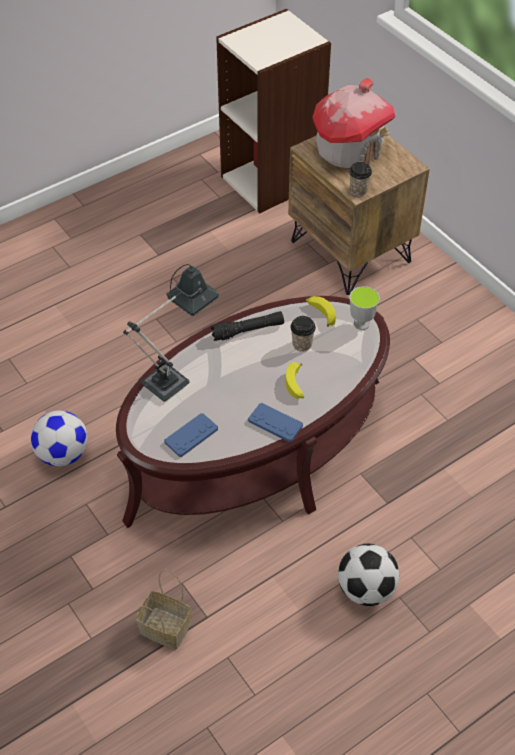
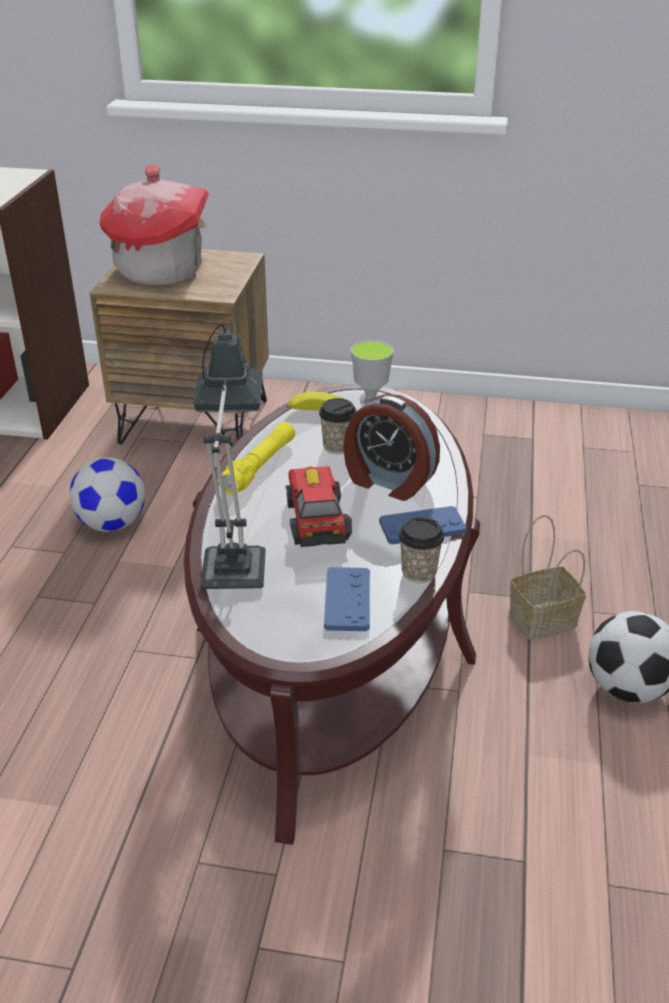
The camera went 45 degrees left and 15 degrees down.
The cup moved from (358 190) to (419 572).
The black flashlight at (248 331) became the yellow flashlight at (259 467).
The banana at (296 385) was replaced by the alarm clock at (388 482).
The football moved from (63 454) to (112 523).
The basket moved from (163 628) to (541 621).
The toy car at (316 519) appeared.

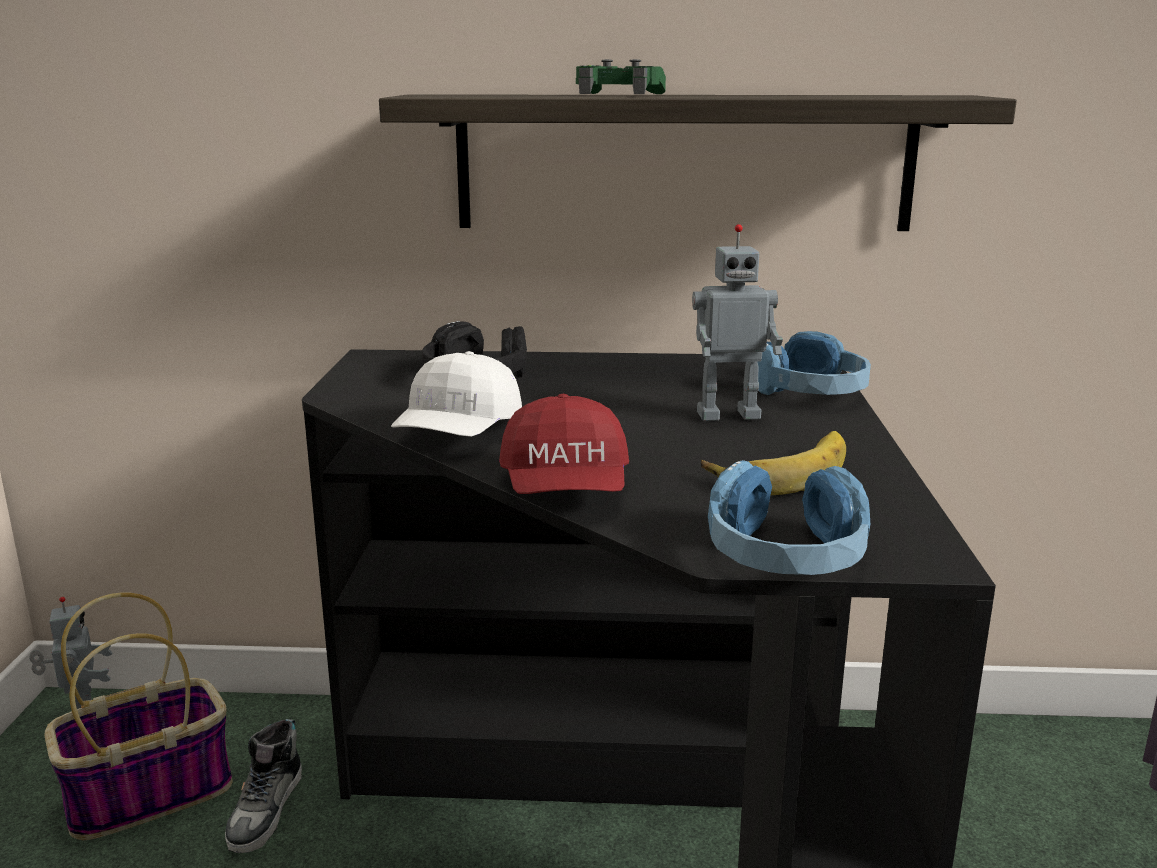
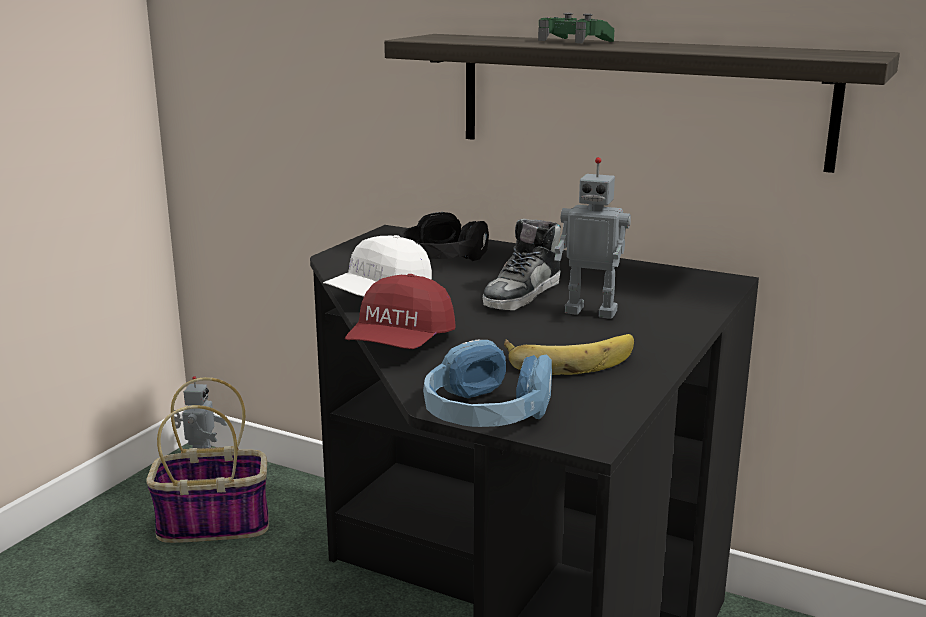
The camera went 25 degrees right and 0 degrees up.
The blue headphones at (809 392) disappeared.
The shoe moved from (266 810) to (523 294).

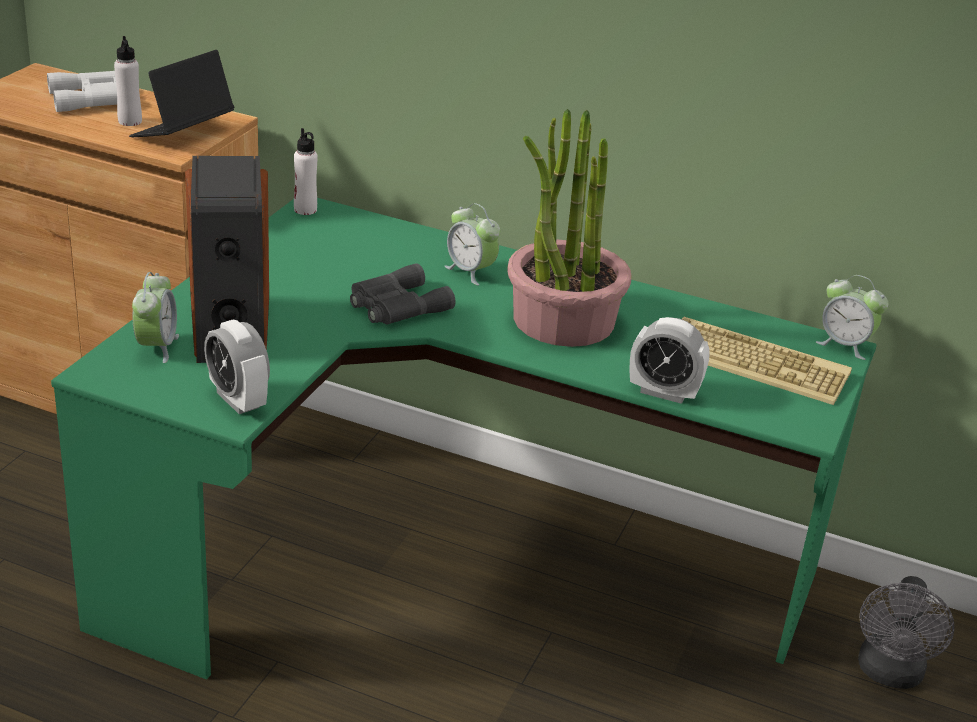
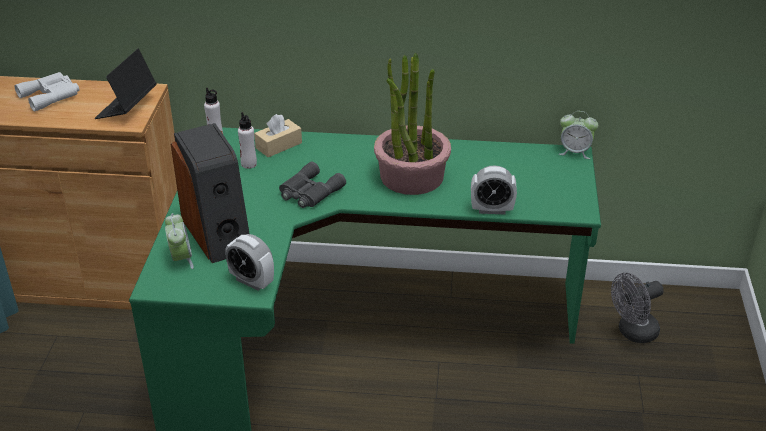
The camera went 15 degrees left and 5 degrees up.
The white bottle moved from (130 121) to (249 164).
The alarm clock at (470 272) disappeared.
The keyboard at (757 362) disappeared.
The grey fan at (889 674) turned 60 degrees clockwise.
The beige tissue box at (278 145) appeared.

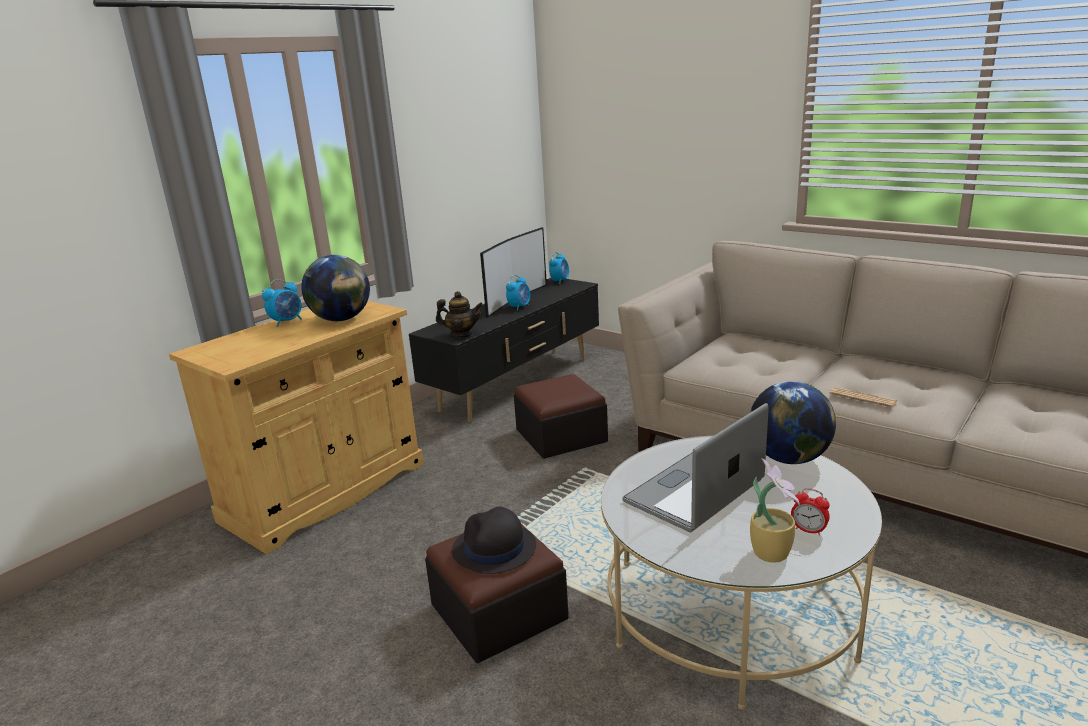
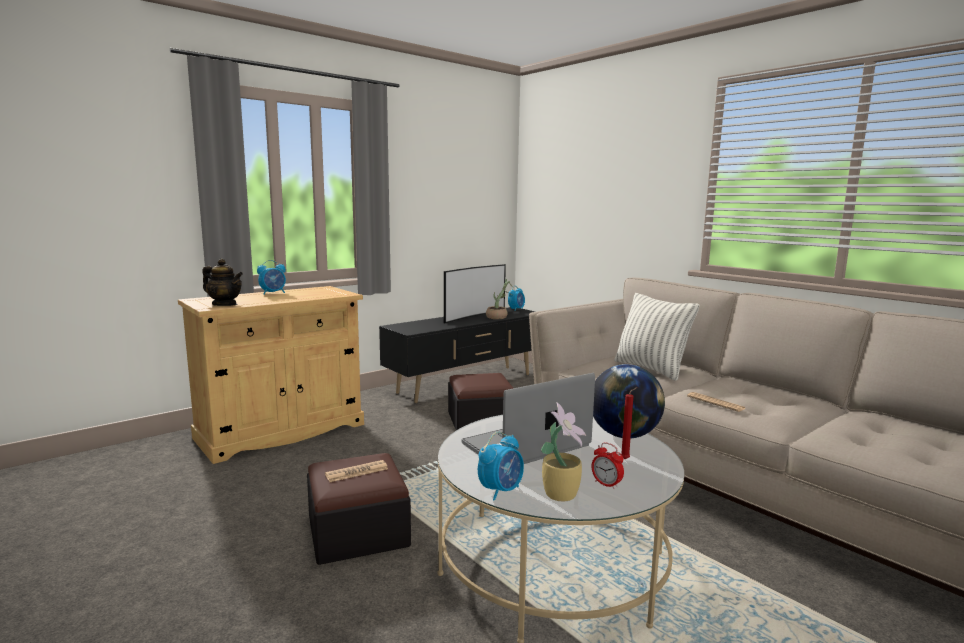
The camera went 10 degrees right and 10 degrees down.
The globe at (341 319) disappeared.
The alarm clock moved from (519 307) to (501 490).
The teapot moved from (461 335) to (224 305).
The black hat at (494 549) was replaced by the newspaper at (357 472).
The potted plant at (499 317) appeared.
The pillow at (651 369) appeared.
The red candle at (626 459) appeared.

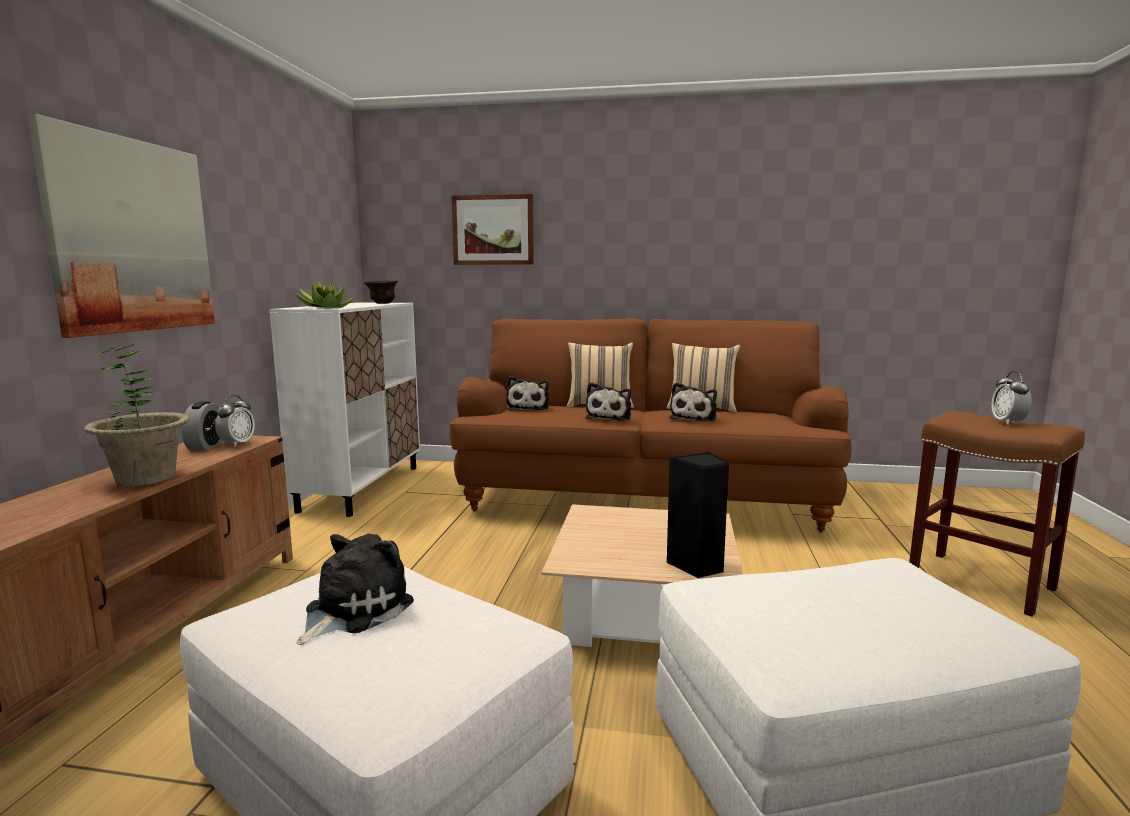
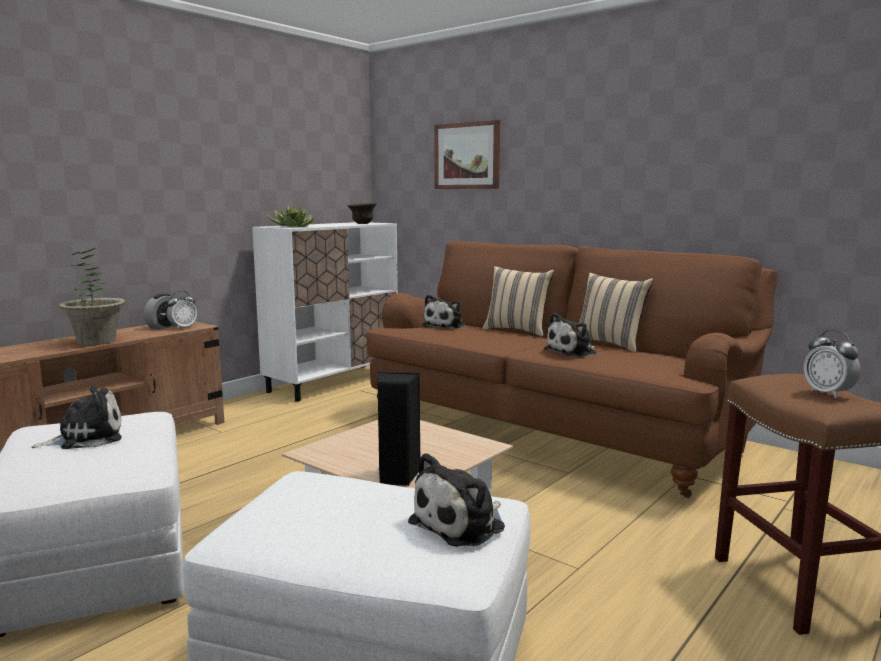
The camera went 30 degrees right and 0 degrees up.
The picture at (131 236) disappeared.
The alarm clock at (1008 422) turned 60 degrees counterclockwise.
The plush toy moved from (610 417) to (462 524).

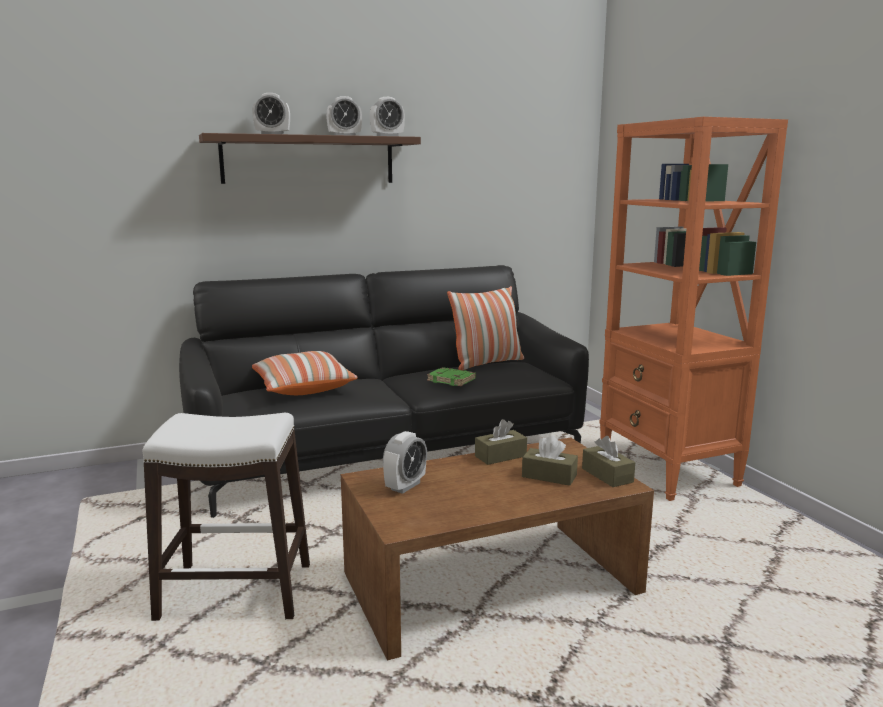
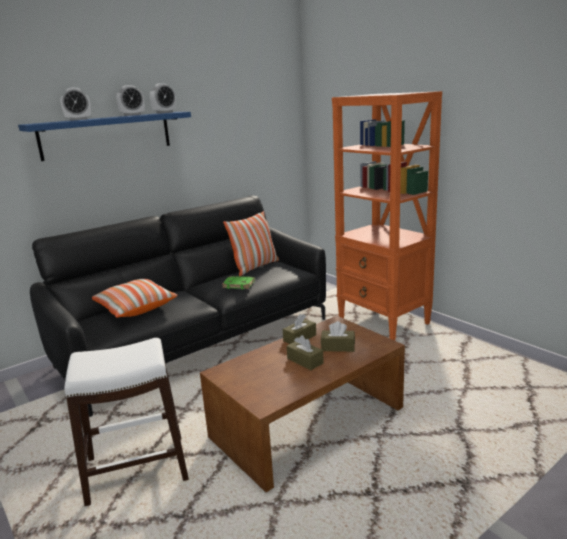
The camera went 15 degrees left and 5 degrees up.
The brown shelf at (309 160) became the blue shelf at (106 135).
The alarm clock at (405 486) disappeared.
The brown tissue box moved from (607 475) to (305 361).

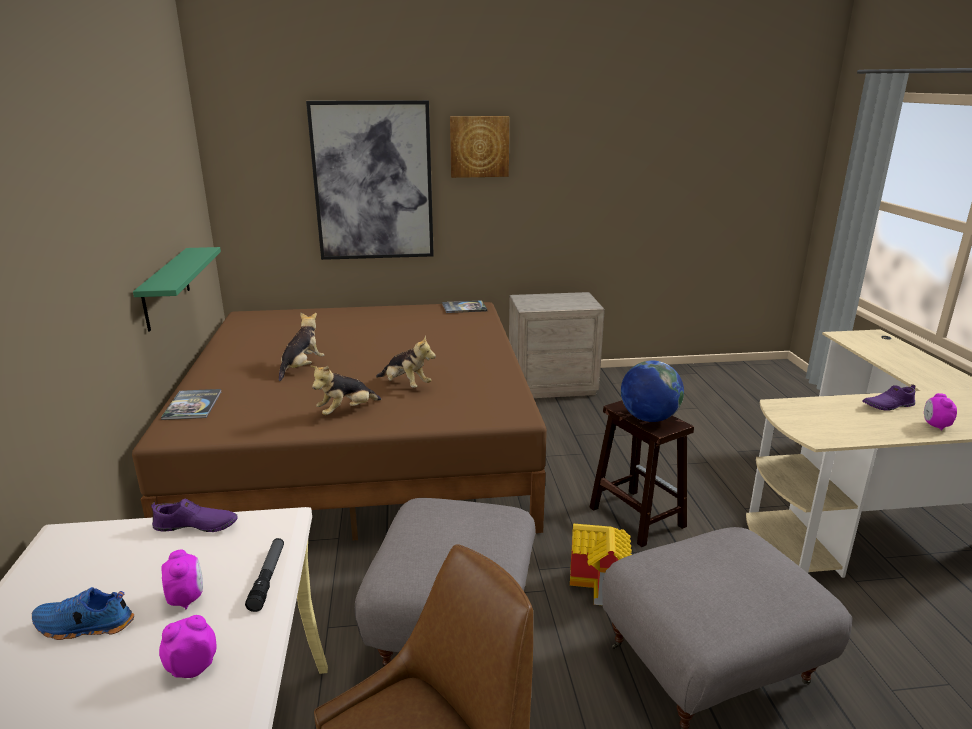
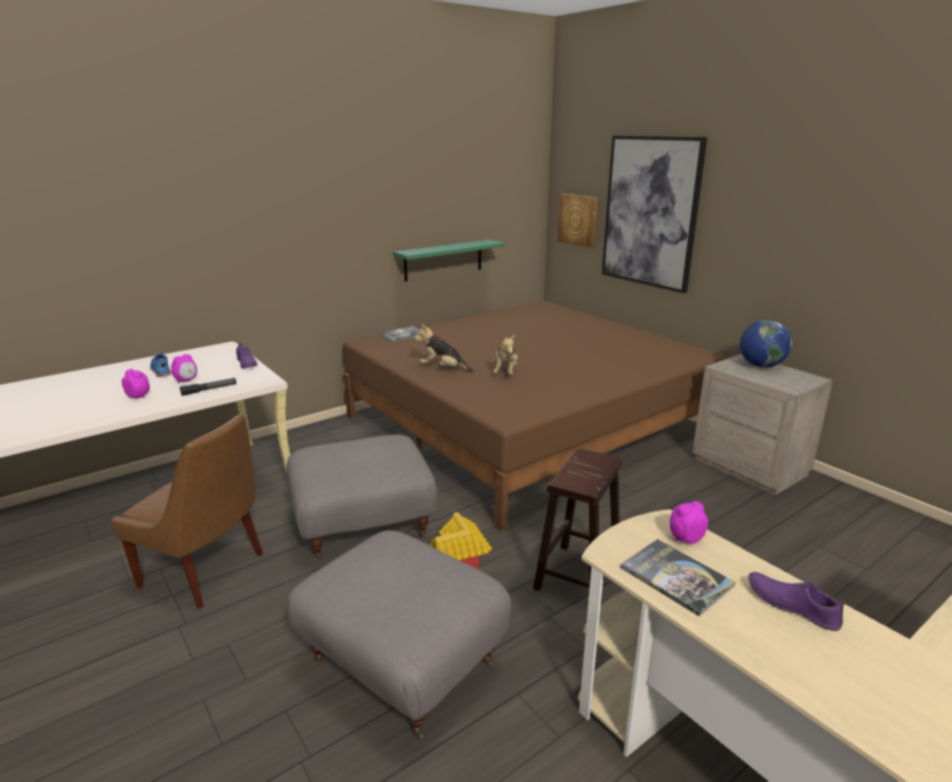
The camera went 60 degrees right and 0 degrees up.
The picture moved from (479 146) to (578 220).
The book moved from (464 307) to (676 577).
The plush toy at (302 368) disappeared.
The globe moved from (648 418) to (761 365).
The alarm clock moved from (935 425) to (685 538).

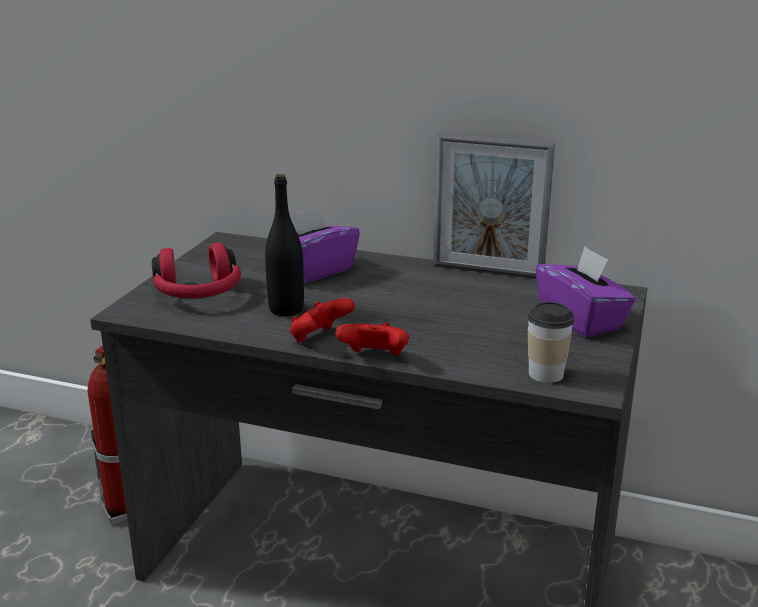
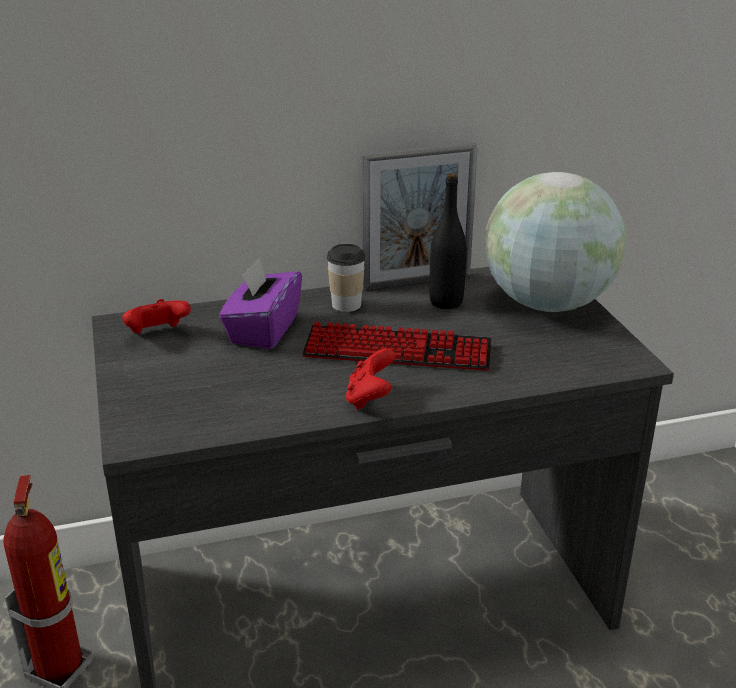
The camera went 35 degrees left and 5 degrees up.
The black bottle moved from (286 309) to (446 302).
The red headphones at (198 294) disappeared.
The purple tissue box at (581 319) was replaced by the globe at (547 304).
The cup moved from (546 374) to (346 305).
The red game controller moved from (374 358) to (157 334).
The keyboard at (397 351) appeared.

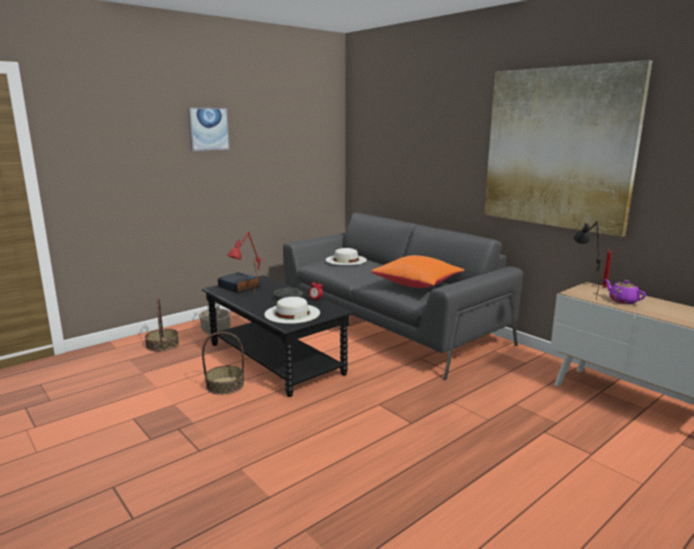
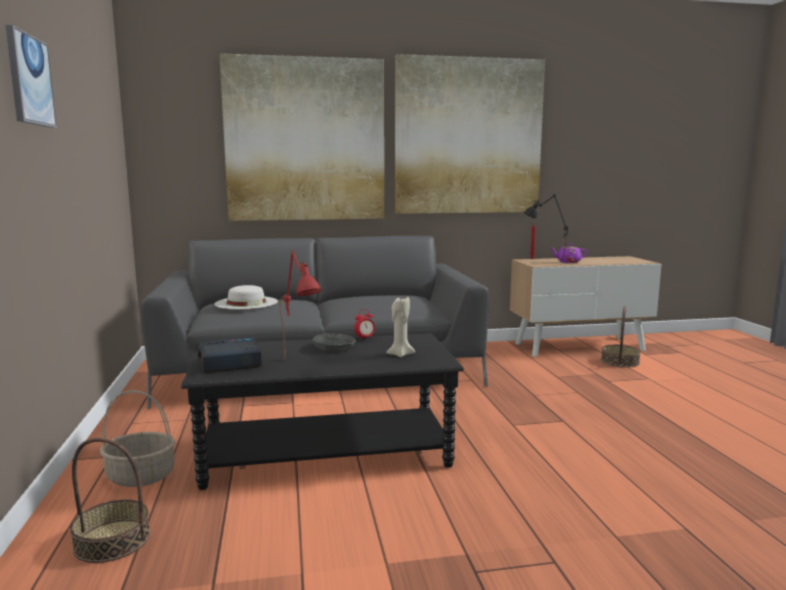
The camera went 60 degrees left and 5 degrees down.
The orange pillow at (418 284) disappeared.
The white hat at (292 313) was replaced by the beige candle at (400 354).
The basket moved from (225 385) to (620 361).
The picture at (305 140) appeared.

